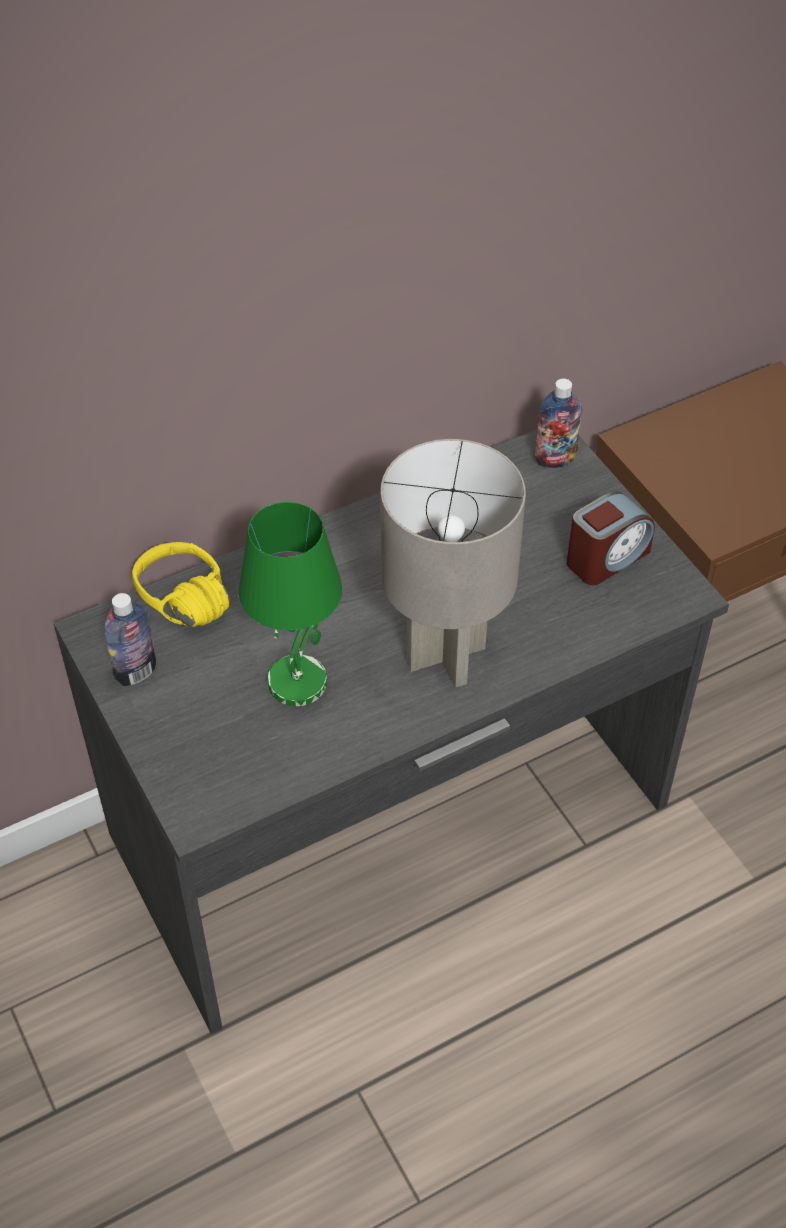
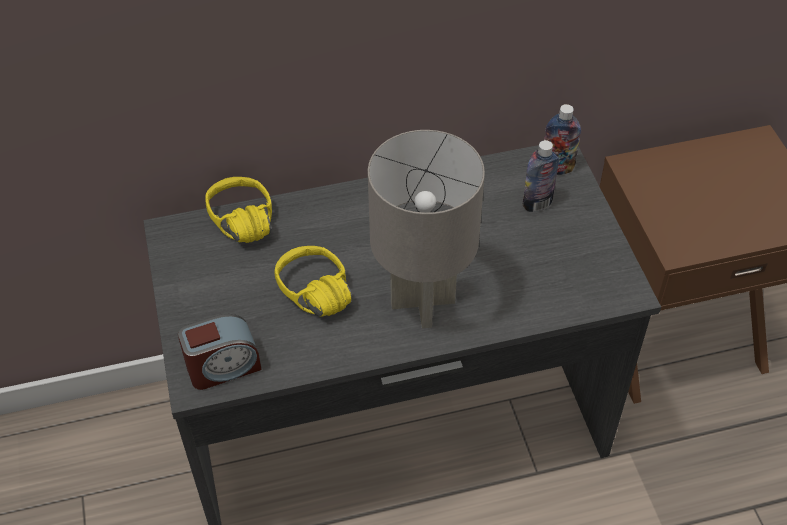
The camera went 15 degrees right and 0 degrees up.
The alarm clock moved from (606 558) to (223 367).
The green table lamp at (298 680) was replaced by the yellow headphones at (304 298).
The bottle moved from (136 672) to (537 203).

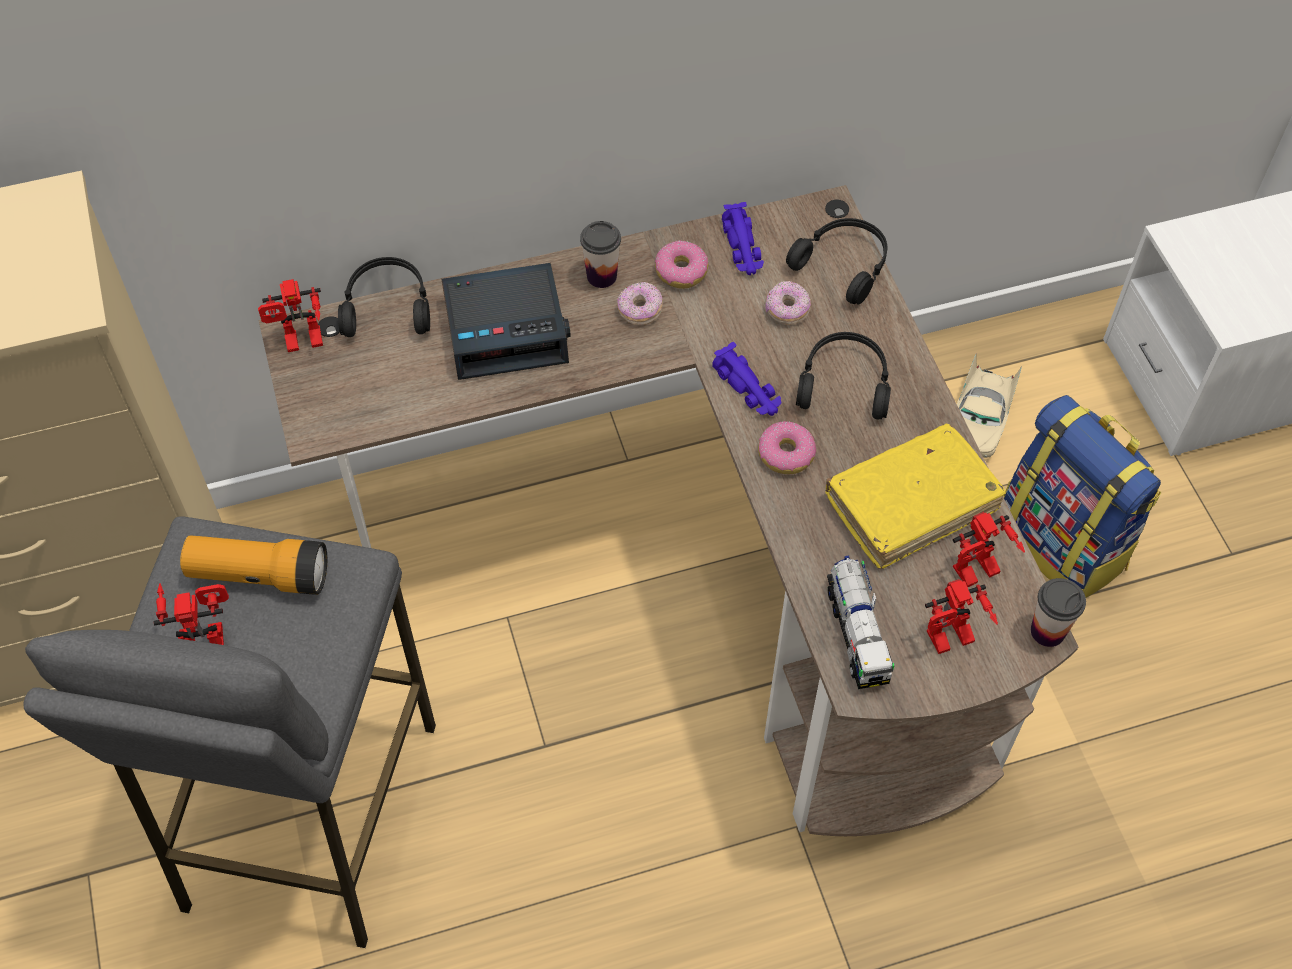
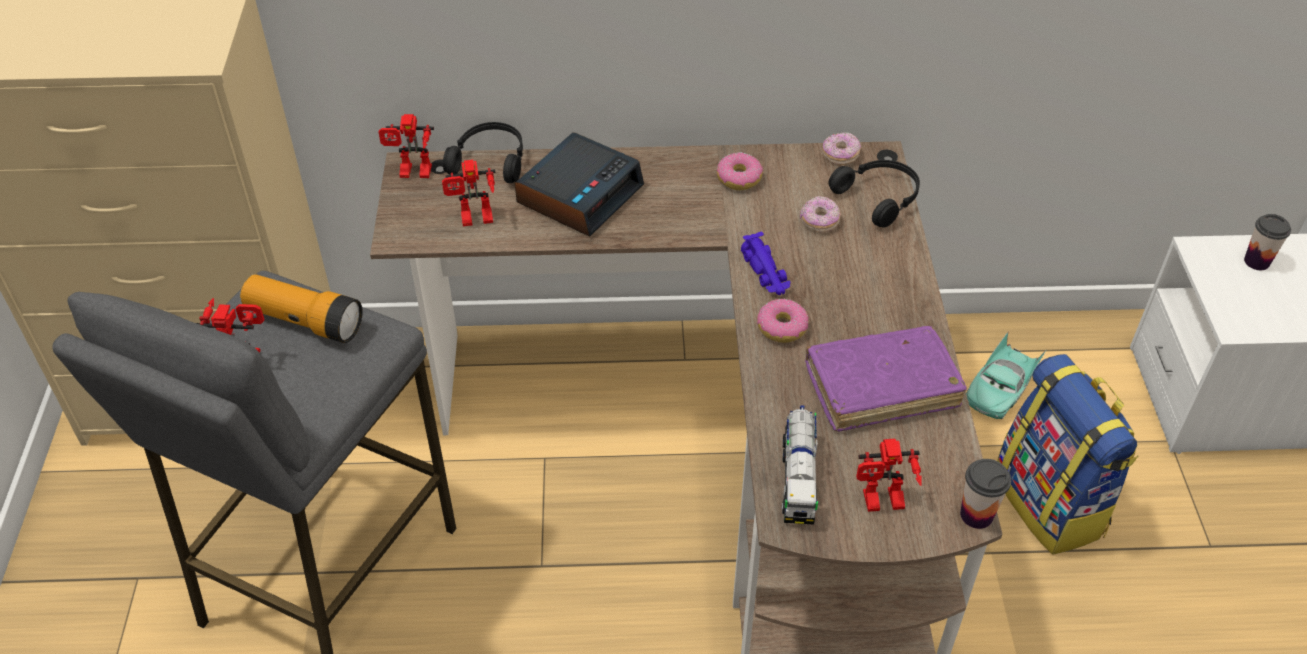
The camera went 15 degrees right and 10 degrees down.
The purple toy car at (742 247) disappeared.
The cup moved from (601 276) to (1256 261).
The alarm clock at (507 330) turned 60 degrees counterclockwise.
The donut moved from (639 310) to (840 155).
The black headphones at (844 383) disappeared.
The beige toy car at (979 419) became the turquoise toy car at (1000 388).
The yellow book at (911 503) became the purple book at (881 387).
The toy robot moved from (976 575) to (474 220).

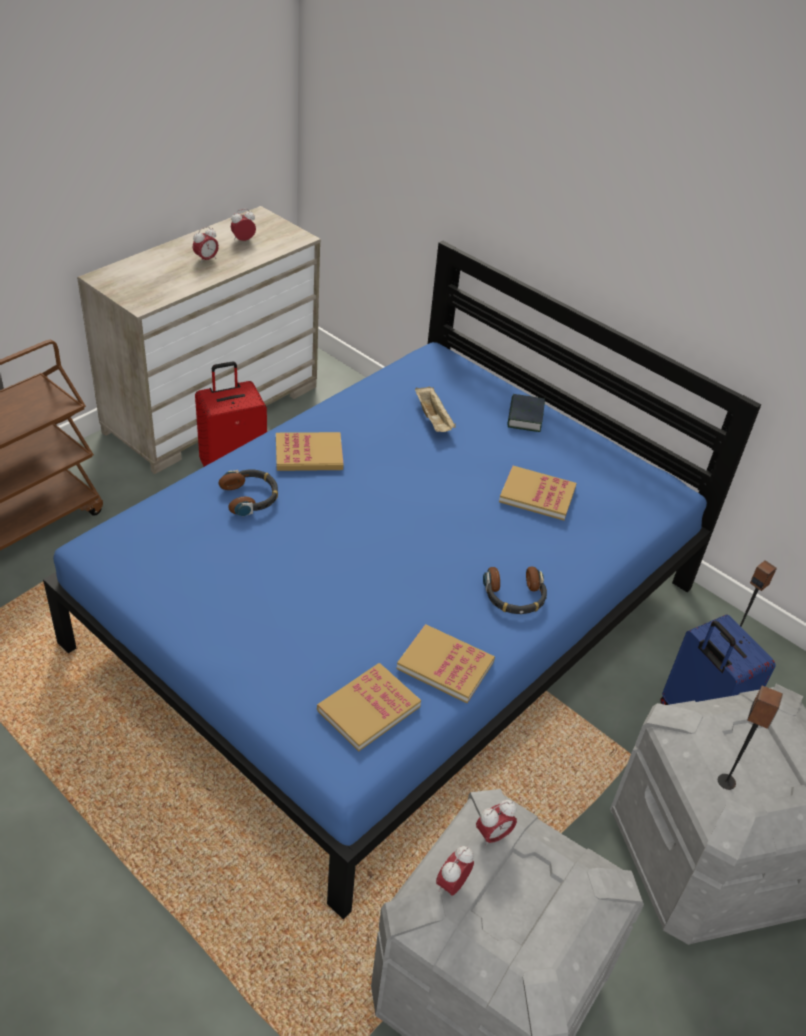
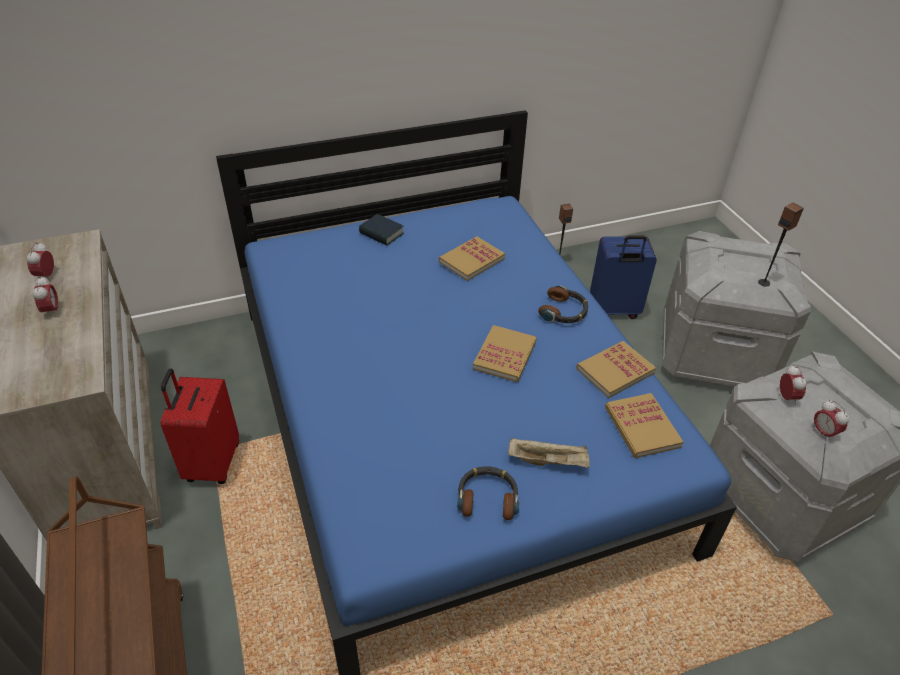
The camera went 60 degrees left and 0 degrees up.
The beige tray moved from (433 419) to (548 461).
The book moved from (309 454) to (504 355).
The headphones moved from (250 497) to (487 497).

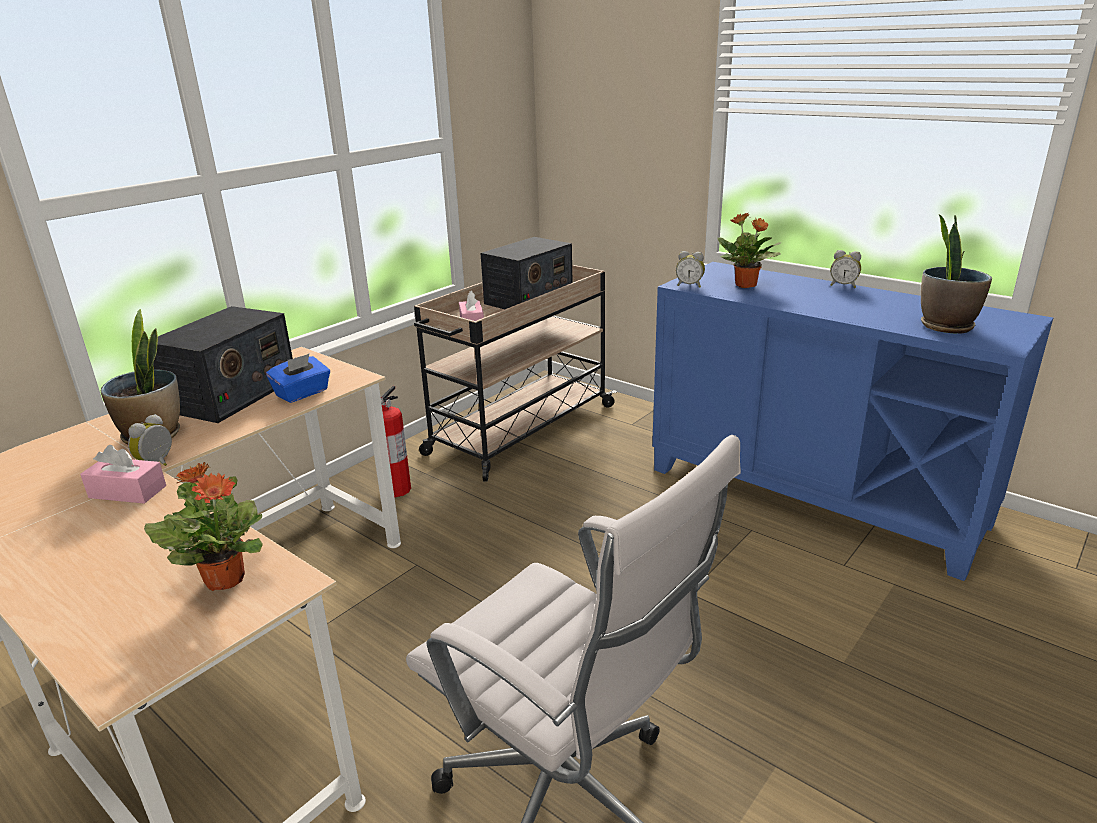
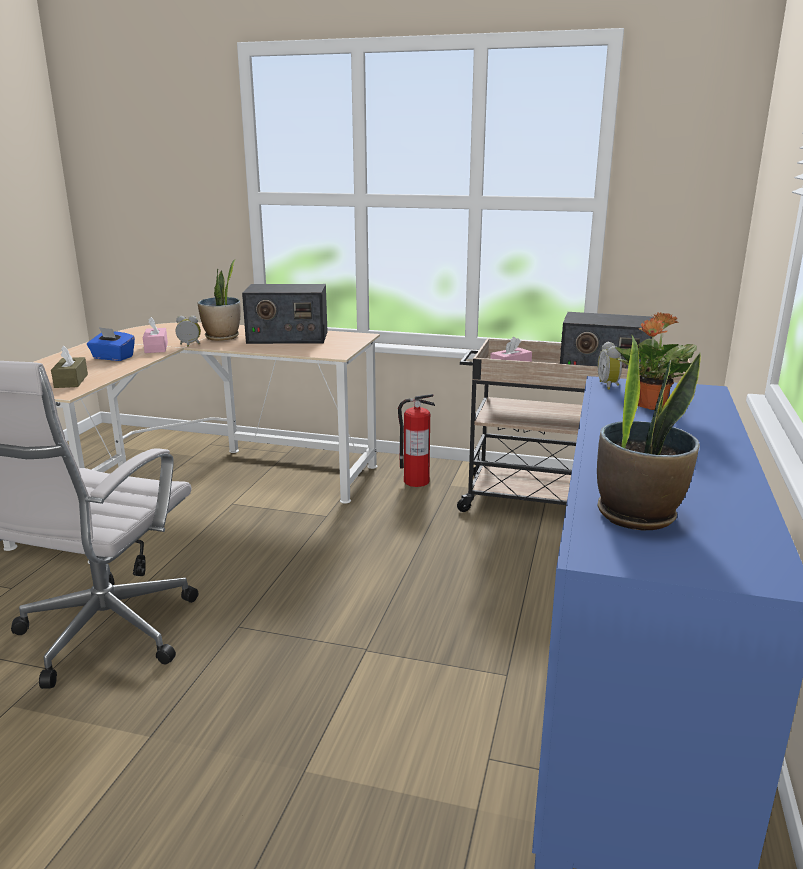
The camera went 65 degrees right and 5 degrees down.
The alarm clock at (843 285) disappeared.
The blue tissue box moved from (302 393) to (113 358).
The potted plant at (225 578) was replaced by the brown tissue box at (71 381).

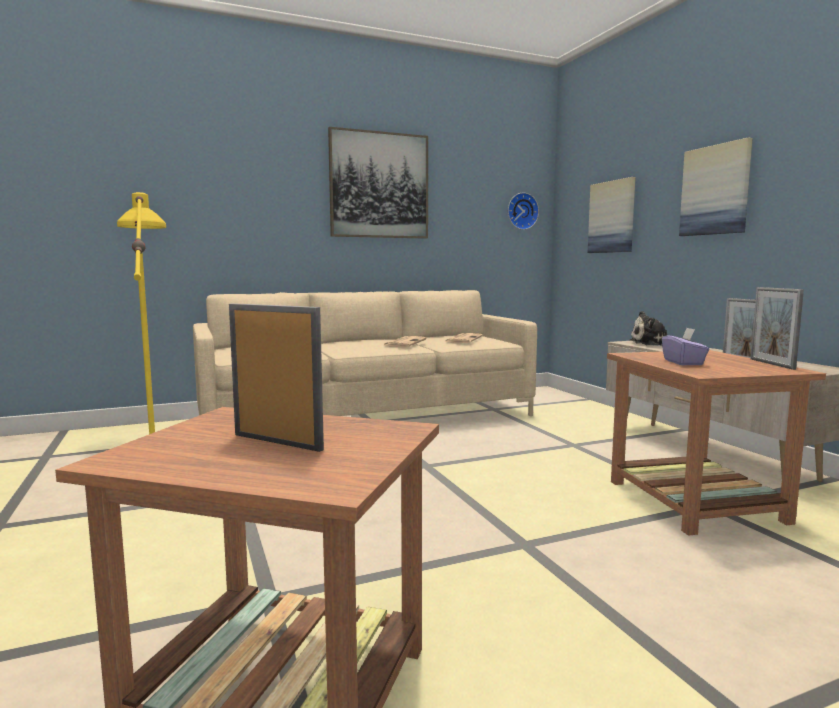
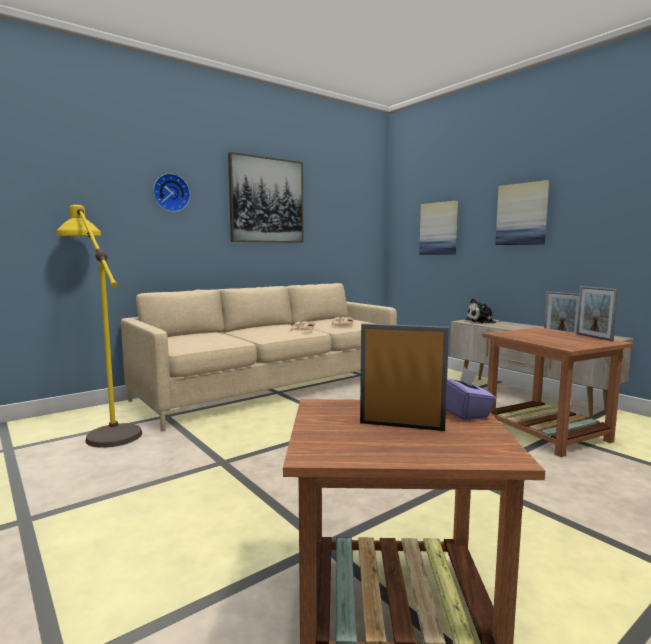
The camera went 15 degrees left and 0 degrees up.
The wall clock moved from (521 211) to (170 193).
The purple tissue box moved from (683 362) to (463 412).

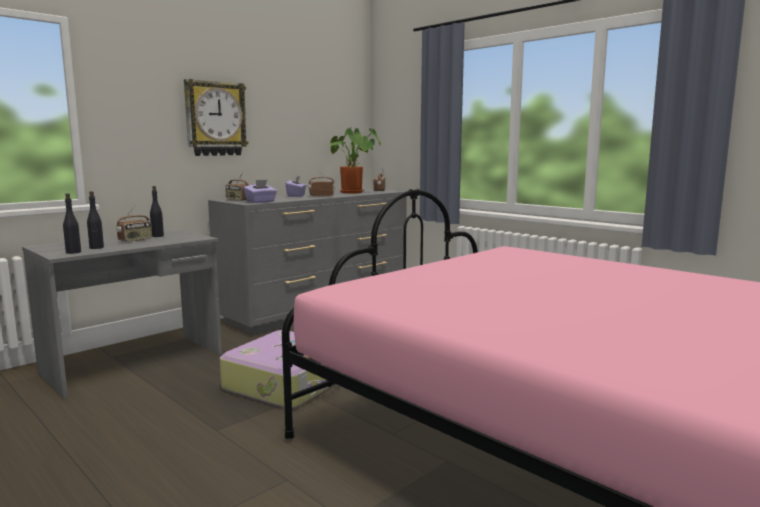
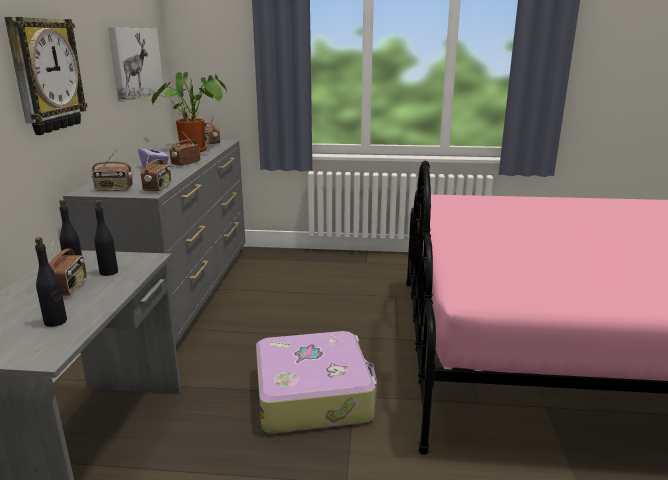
The camera went 40 degrees left and 10 degrees up.
The purple tissue box at (261 202) was replaced by the radio at (158 188).
The black bottle moved from (73 252) to (109 272).
The picture at (135 62) appeared.

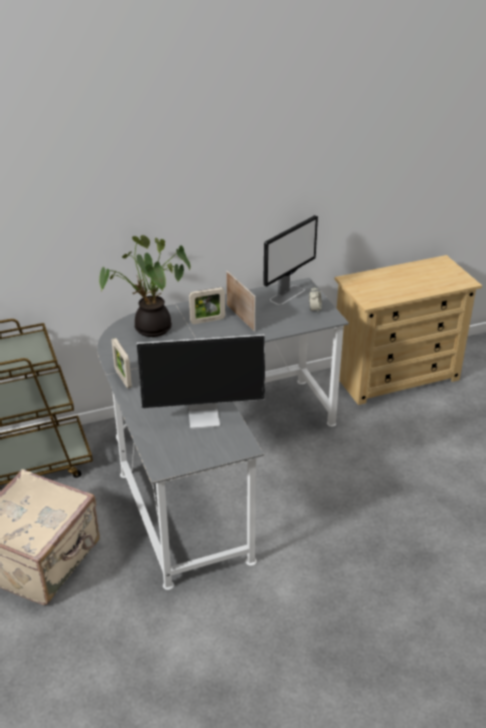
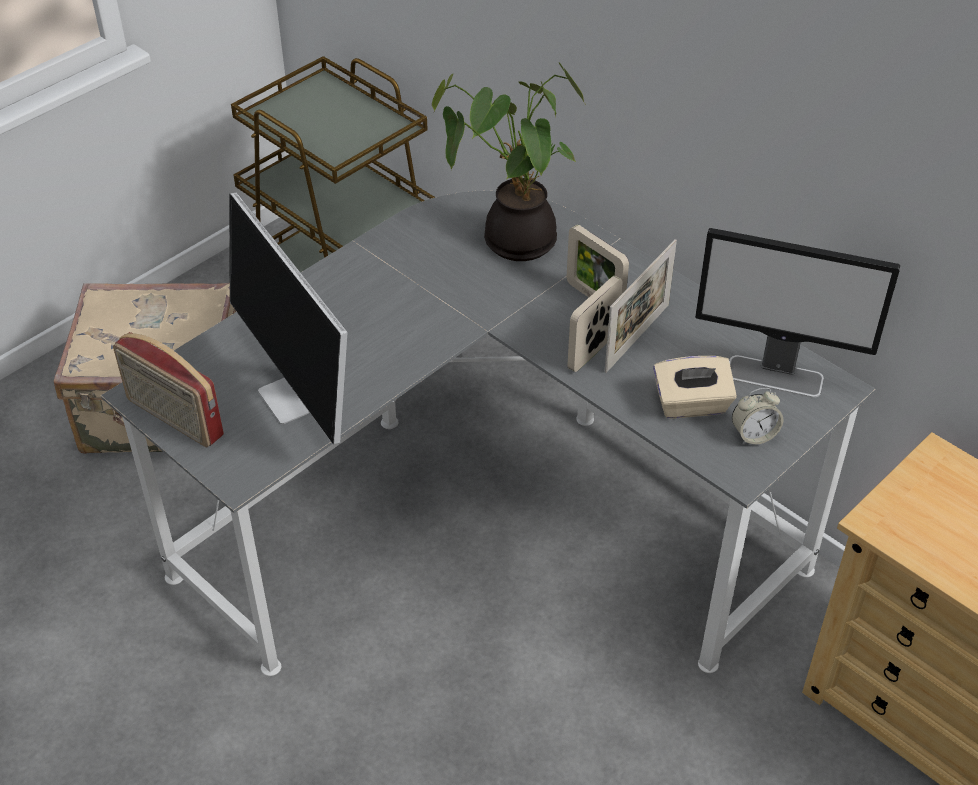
The camera went 65 degrees right and 10 degrees up.
The picture frame moved from (123 378) to (592 351).
The radio at (173 419) appeared.
The beige tissue box at (691 404) appeared.

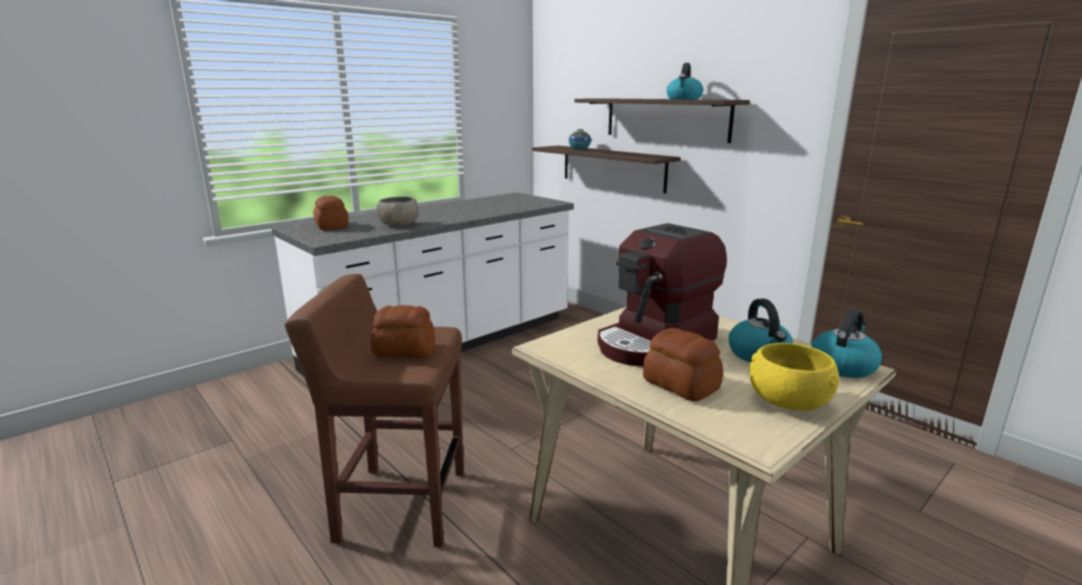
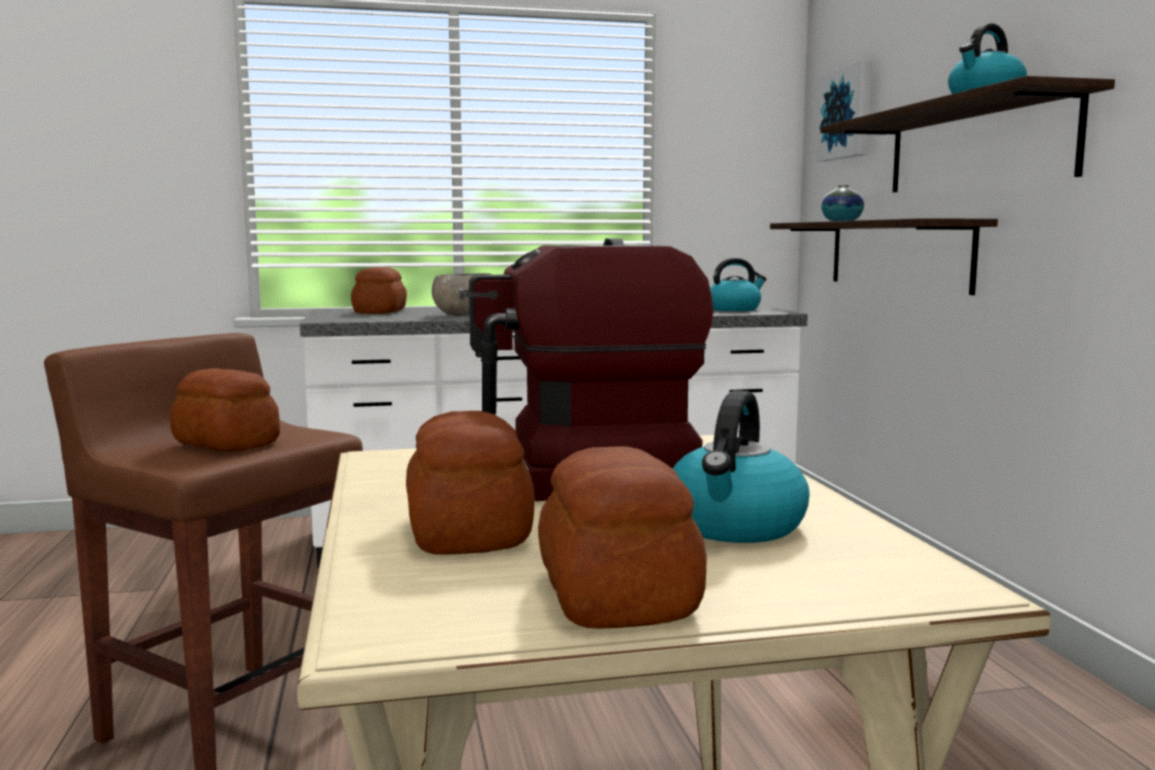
The camera went 30 degrees right and 10 degrees down.
The kettle moved from (843 366) to (734 309).
The yellow bowl at (789 402) was replaced by the bread at (615 595).
The picture at (847 113) appeared.

